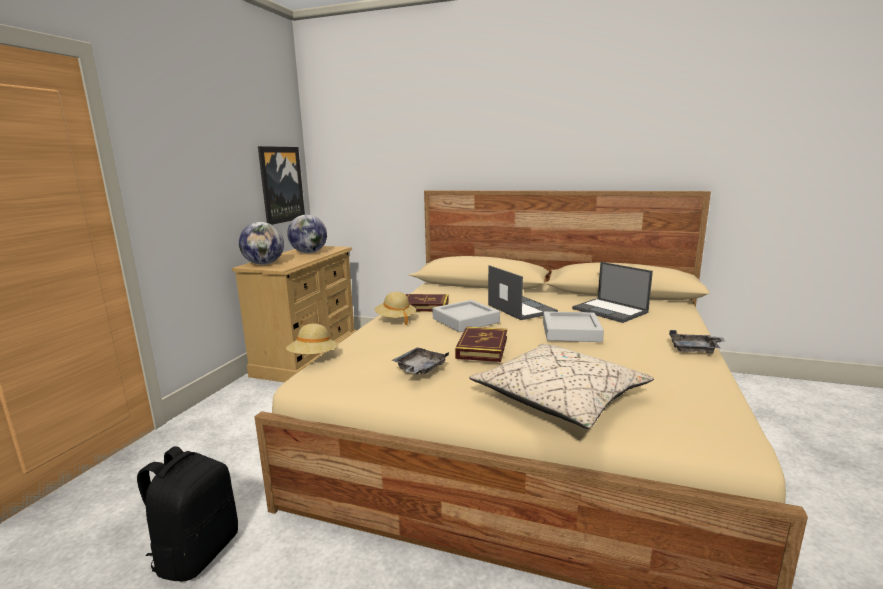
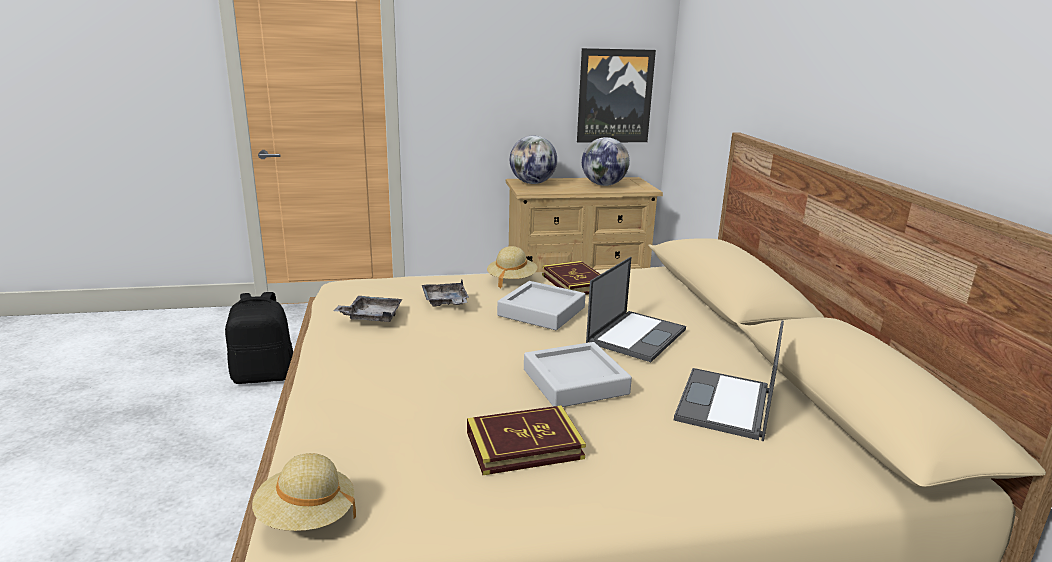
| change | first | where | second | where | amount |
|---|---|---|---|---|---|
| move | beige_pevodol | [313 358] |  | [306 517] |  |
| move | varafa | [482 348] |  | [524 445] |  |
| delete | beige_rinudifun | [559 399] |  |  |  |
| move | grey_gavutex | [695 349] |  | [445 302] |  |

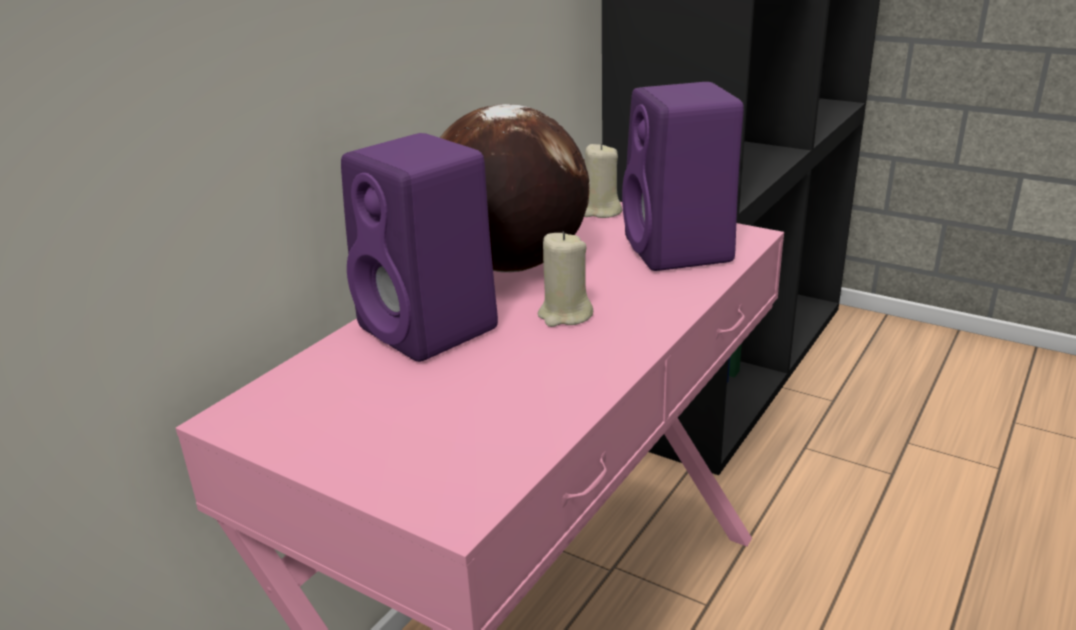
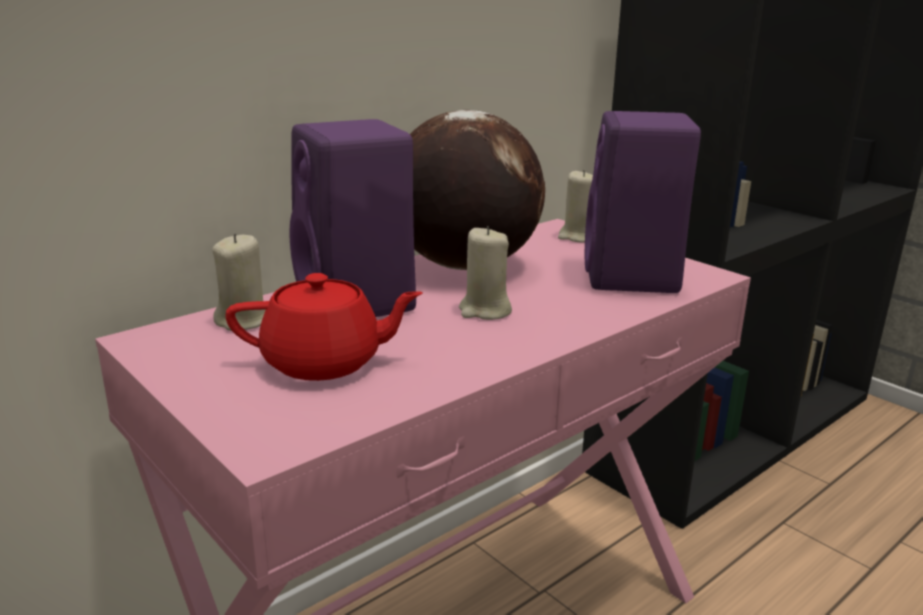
| change | first | where | second | where | amount |
|---|---|---|---|---|---|
| insert |  |  | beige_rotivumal | [244 321] |  |
| insert |  |  | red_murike | [325 362] |  |

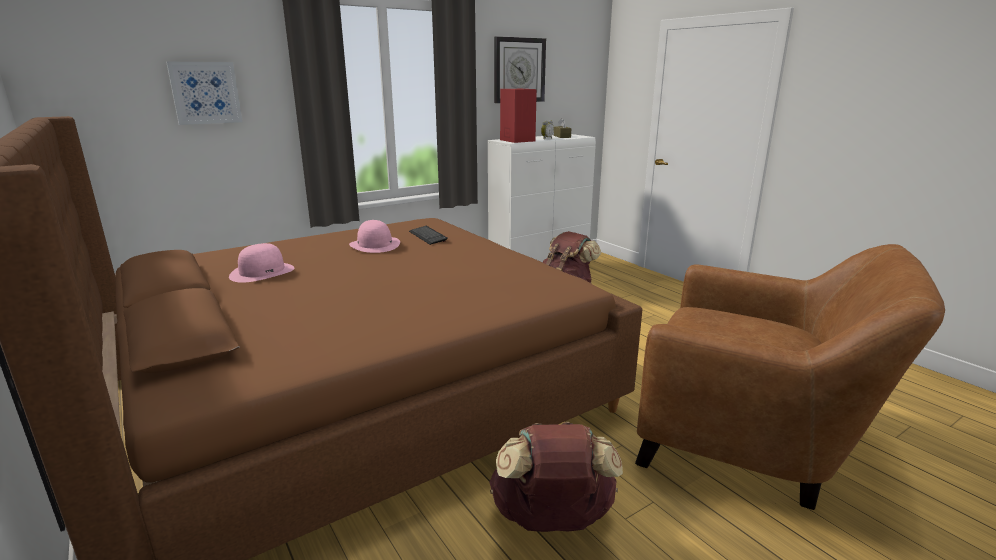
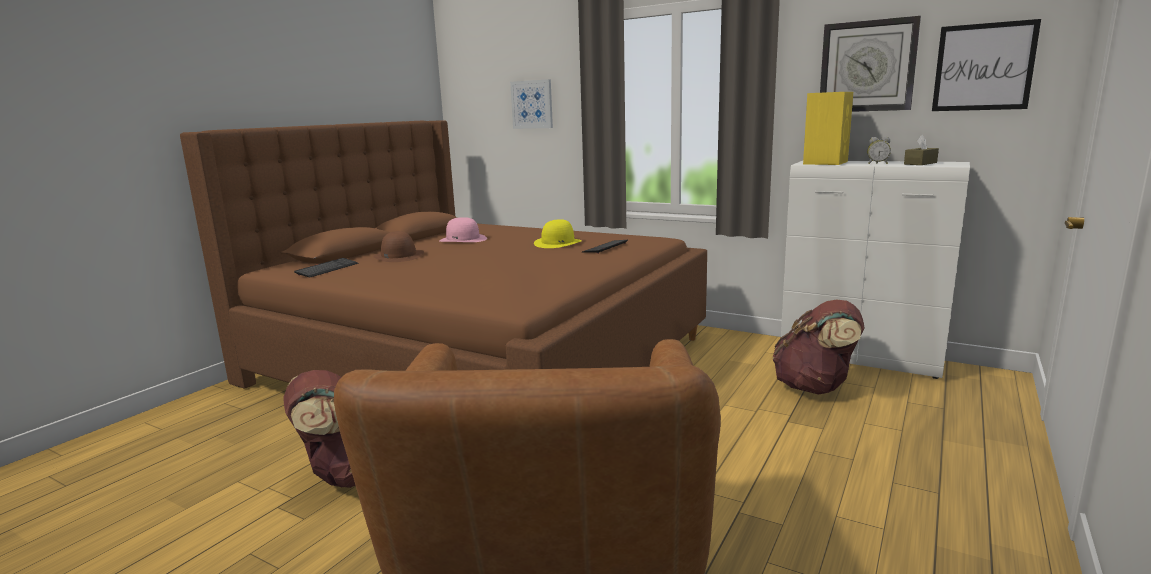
| change | first | where | second | where | amount |
|---|---|---|---|---|---|
| recolor | pink_pevodol | [375 245] | yellow_pevodol | [558 243] |  |
| recolor | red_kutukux | [517 140] | yellow_kutukux | [825 162] |  |
| insert |  |  | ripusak | [327 269] |  |
| insert |  |  | brown_pevodol | [398 256] |  |
| insert |  |  | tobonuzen | [983 67] |  |

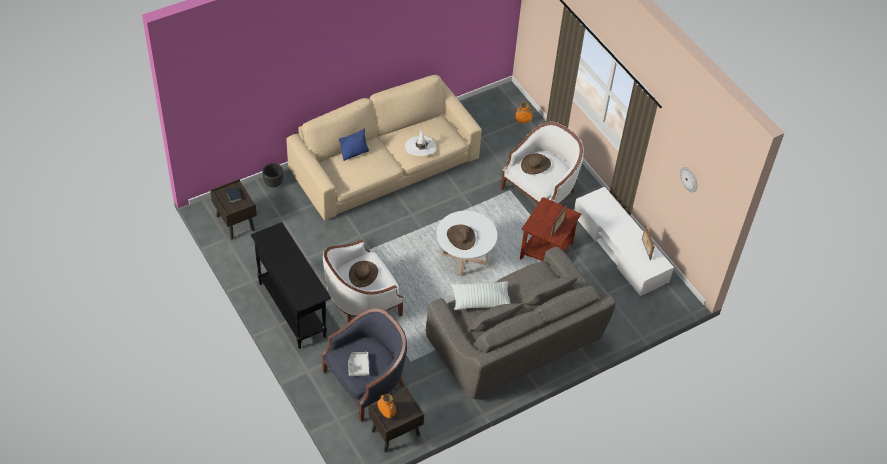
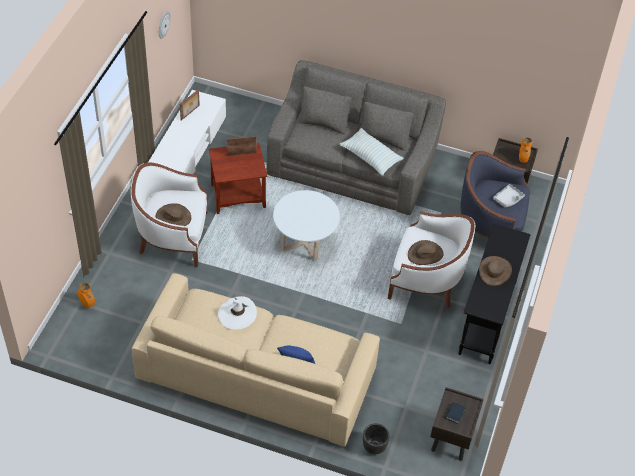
| change | first | where | second | where | amount |
|---|---|---|---|---|---|
| move | brown_pevodol | [460 237] |  | [495 271] |  |

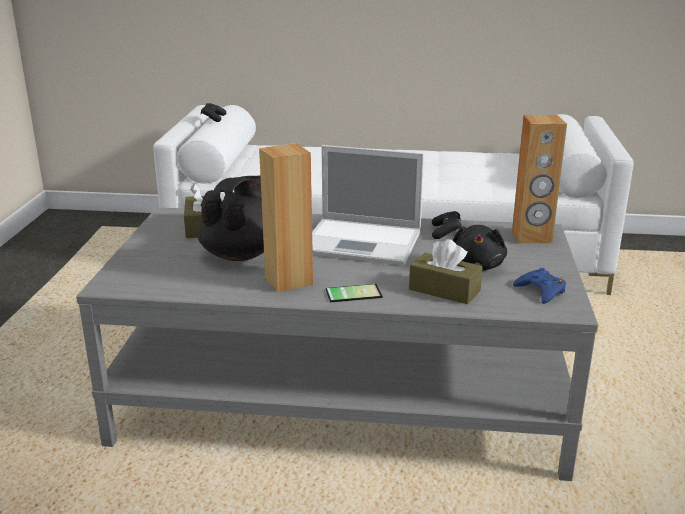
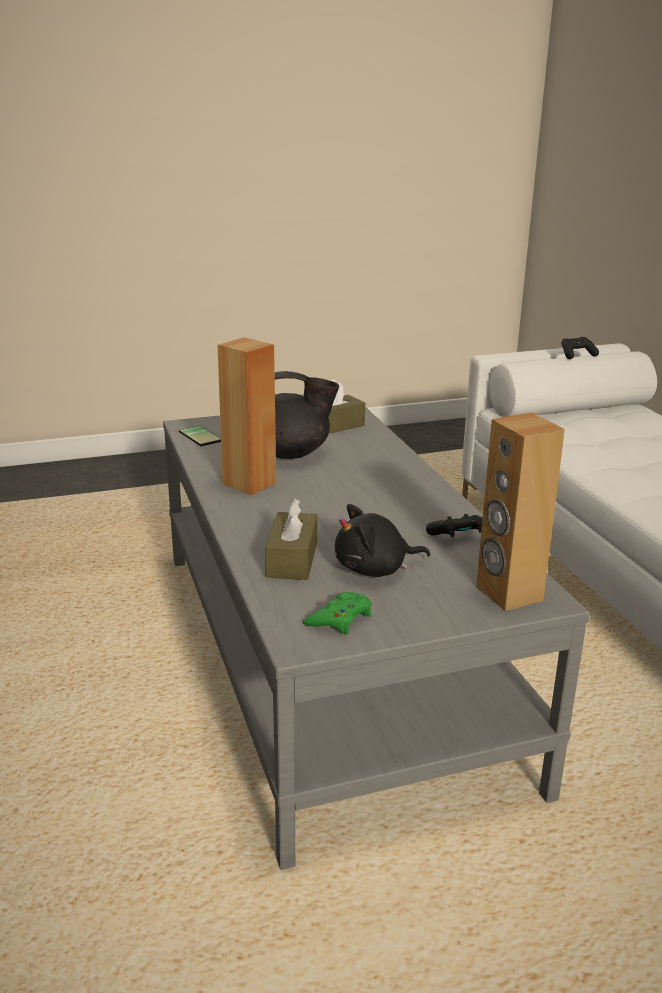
| change | first | where | second | where | amount |
|---|---|---|---|---|---|
| delete | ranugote | [364 242] |  |  |  |
| move | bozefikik | [353 292] |  | [203 436] |  |
| recolor | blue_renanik | [541 291] | green_renanik | [340 618] |  |

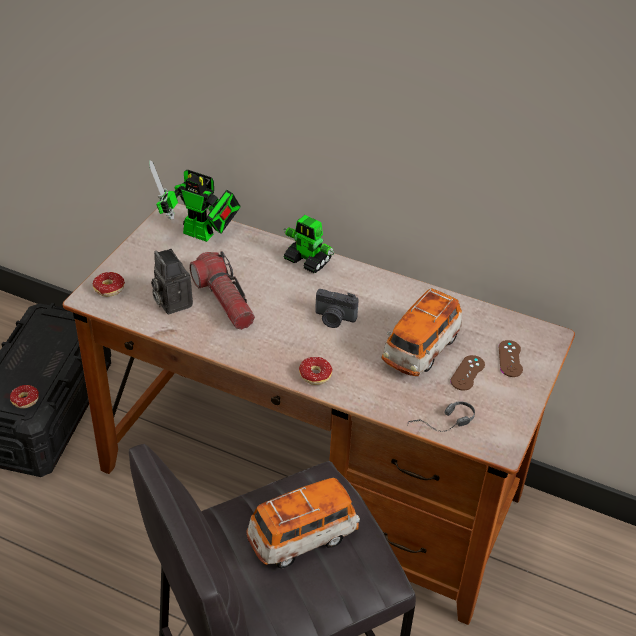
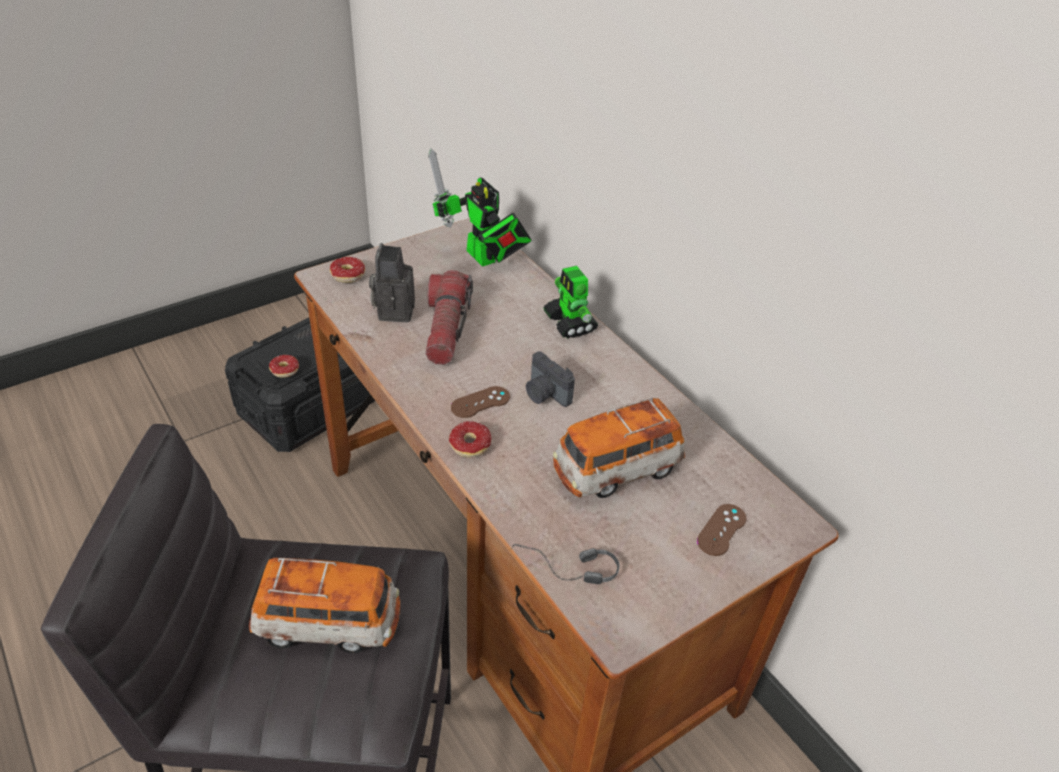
| change | first | where | second | where | amount |
|---|---|---|---|---|---|
| move | brown_renanik | [467 373] |  | [480 402] |  |

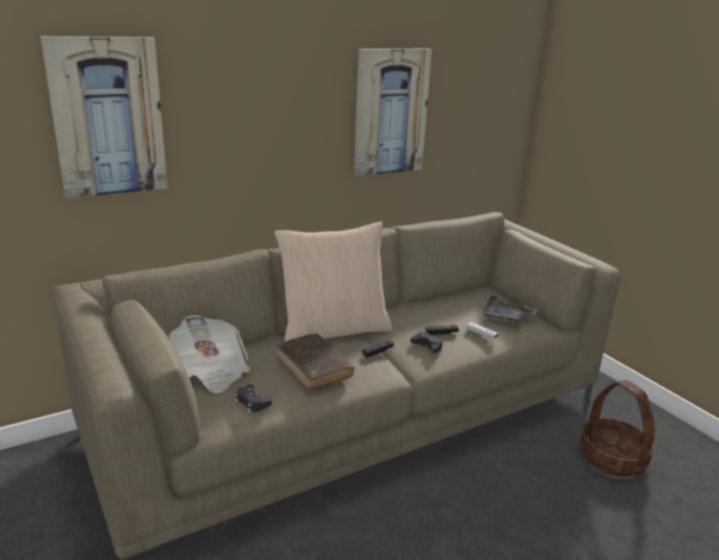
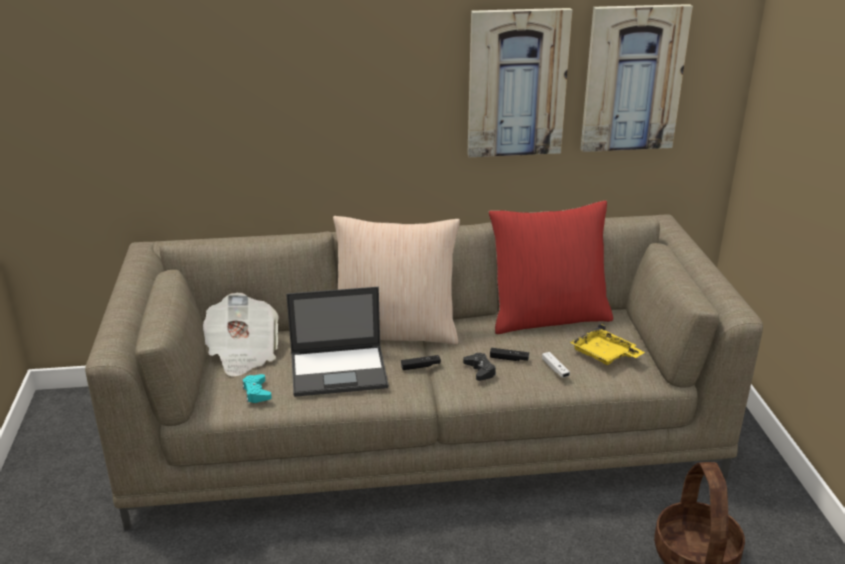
| change | first | where | second | where | amount |
|---|---|---|---|---|---|
| move | tobonuzen | [108 117] |  | [633 79] |  |
| recolor | black_renanik | [252 402] | turquoise_renanik | [256 392] |  |
| replace | brown_varafa | [313 368] | ranugote | [340 370] |  |
| recolor | grey_gavutex | [505 318] | yellow_gavutex | [604 355] |  |
| insert |  |  | red_rinudifun | [548 317] |  |

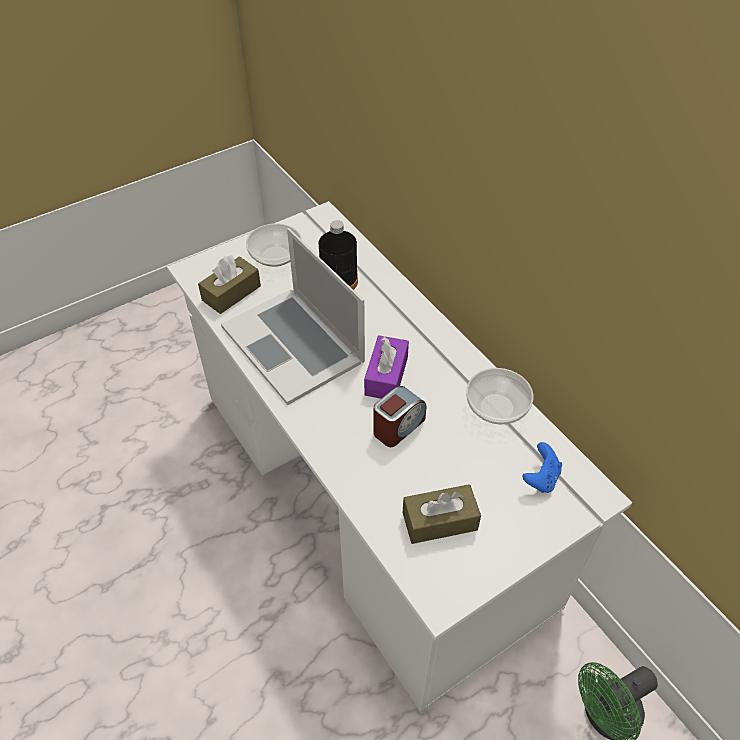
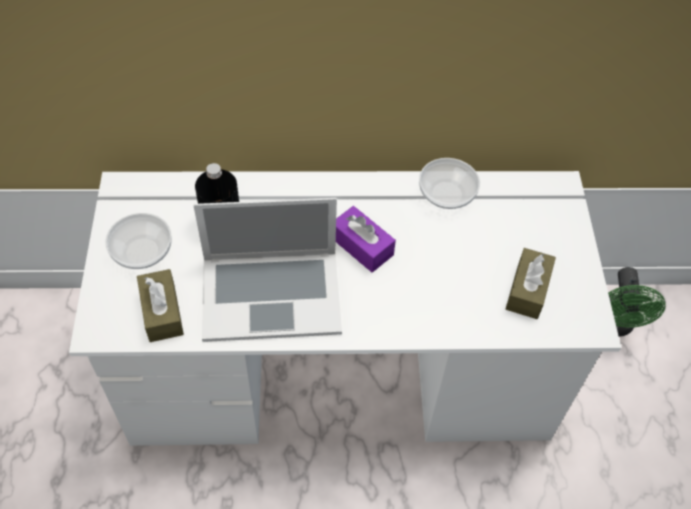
| change | first | where | second | where | amount |
|---|---|---|---|---|---|
| delete | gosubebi | [398 427] |  |  |  |
| delete | blue_renanik | [541 478] |  |  |  |

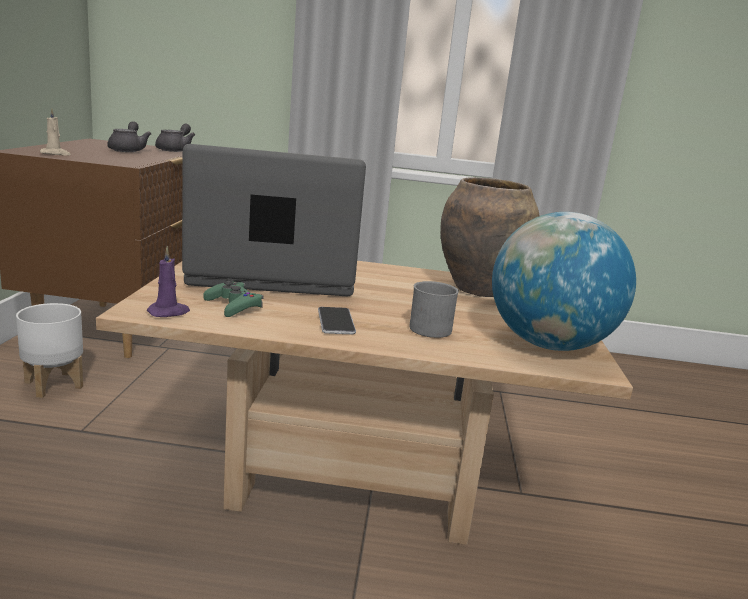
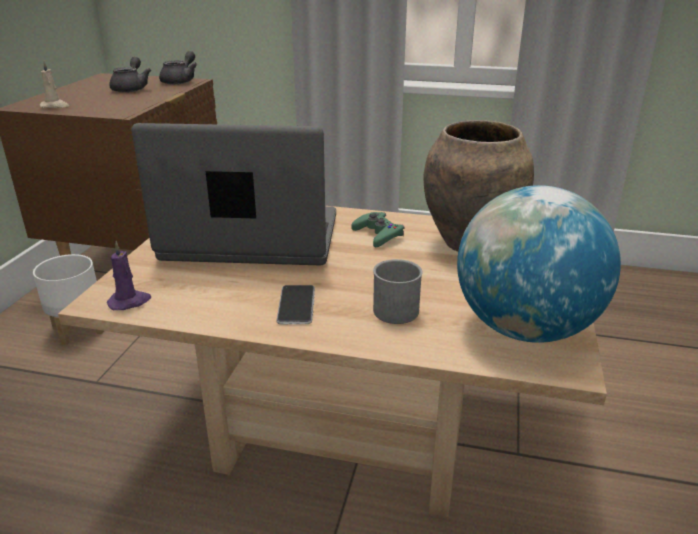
| change | first | where | second | where | amount |
|---|---|---|---|---|---|
| move | green_renanik | [233 305] |  | [378 234] |  |

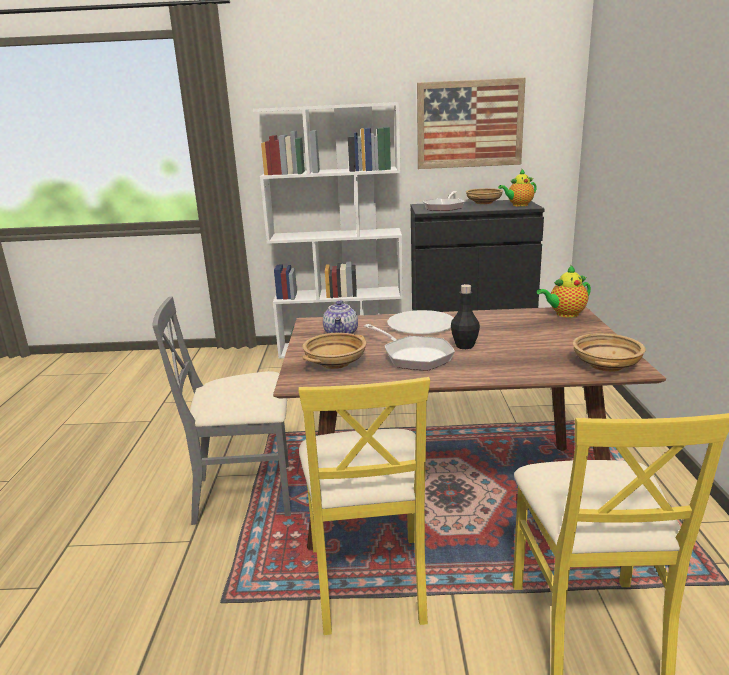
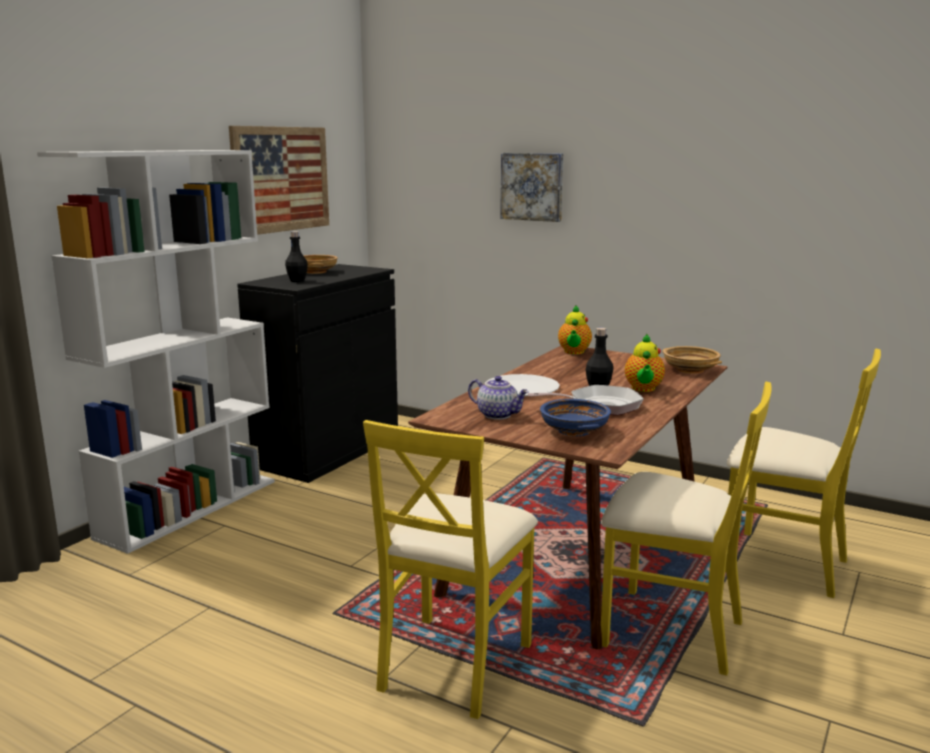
| change | first | where | second | where | amount |
|---|---|---|---|---|---|
| recolor | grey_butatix | [245 494] | yellow_butatix | [453 664] |  |
| recolor | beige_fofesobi | [335 363] | blue_fofesobi | [575 431] |  |
| replace | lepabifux | [444 207] | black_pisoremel | [297 281] |  |
| move | murike | [518 205] |  | [643 389] |  |
| insert |  |  | tobonuzen | [532 186] |  |

